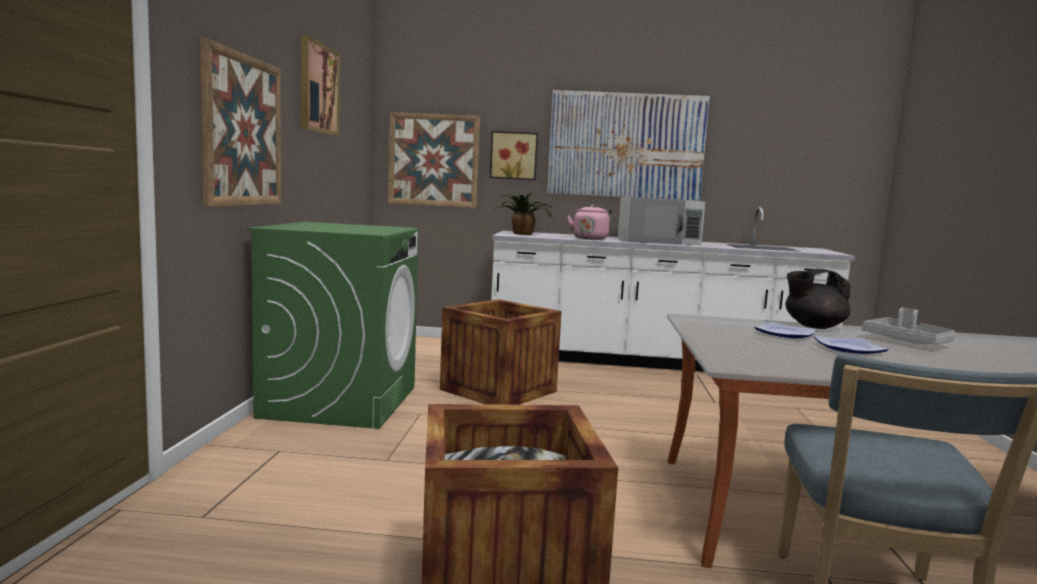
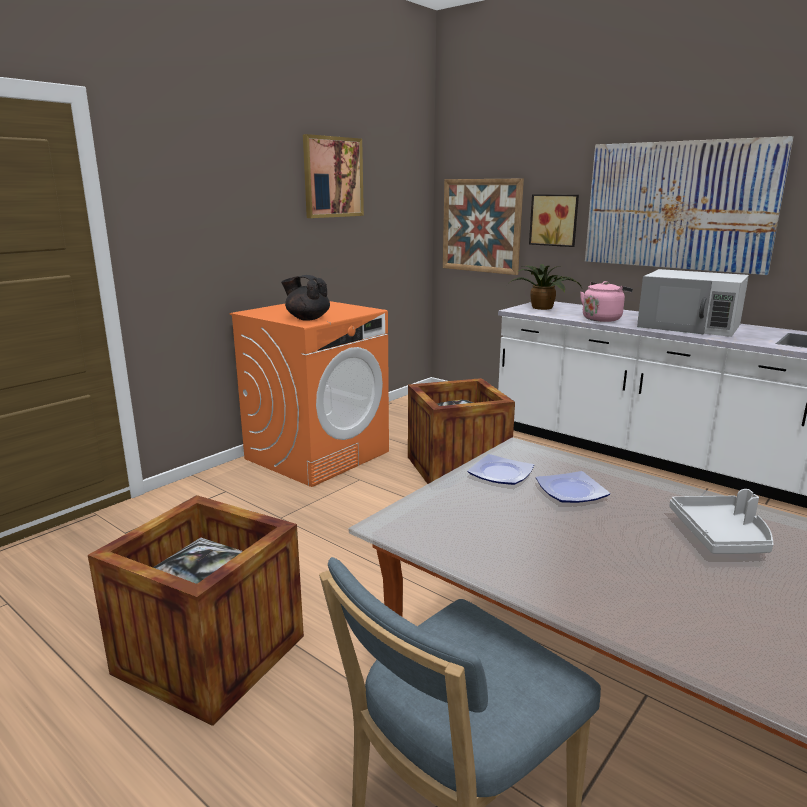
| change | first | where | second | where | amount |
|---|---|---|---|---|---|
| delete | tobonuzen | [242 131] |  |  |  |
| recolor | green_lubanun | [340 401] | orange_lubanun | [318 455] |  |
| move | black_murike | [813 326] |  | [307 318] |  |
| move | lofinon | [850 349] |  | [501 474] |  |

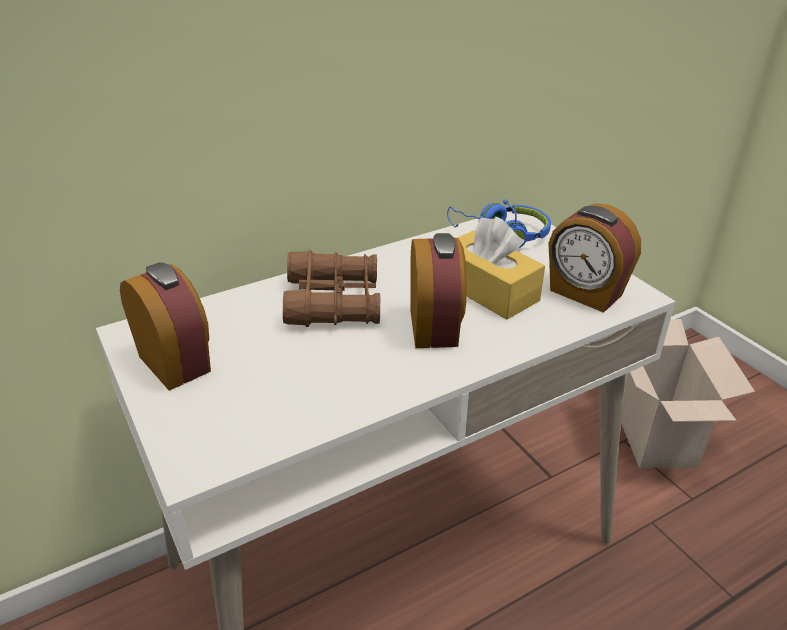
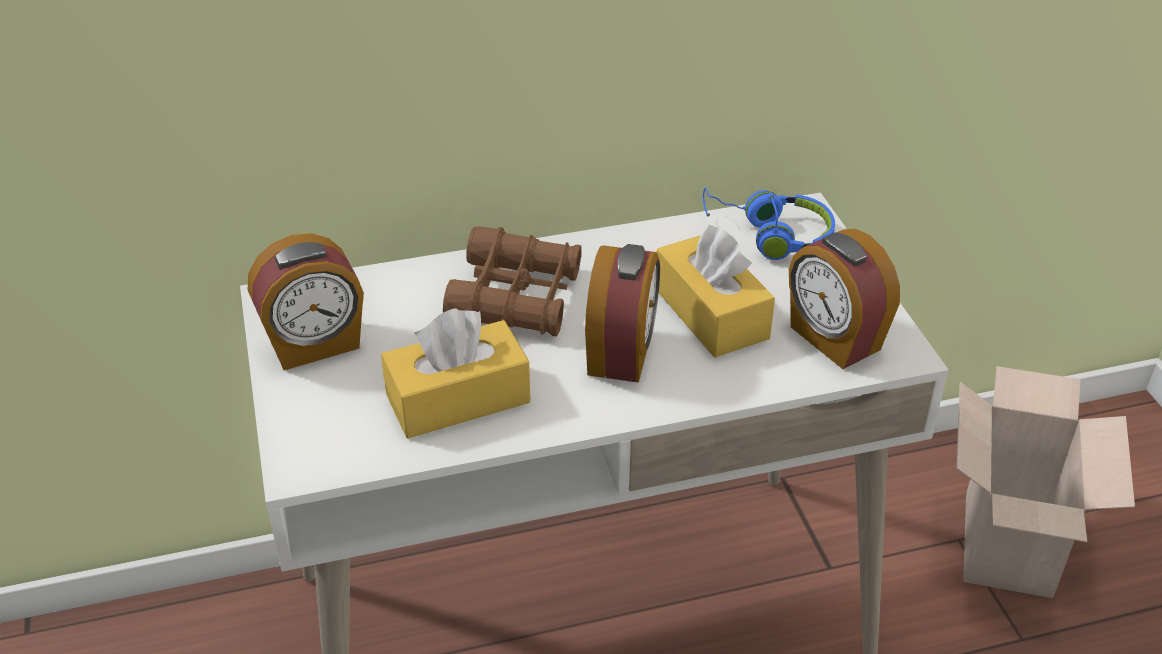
| change | first | where | second | where | amount |
|---|---|---|---|---|---|
| rotate | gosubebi | [176 363] |  | [315 345] | 90 degrees clockwise |
| insert |  |  | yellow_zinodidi | [458 399] |  |

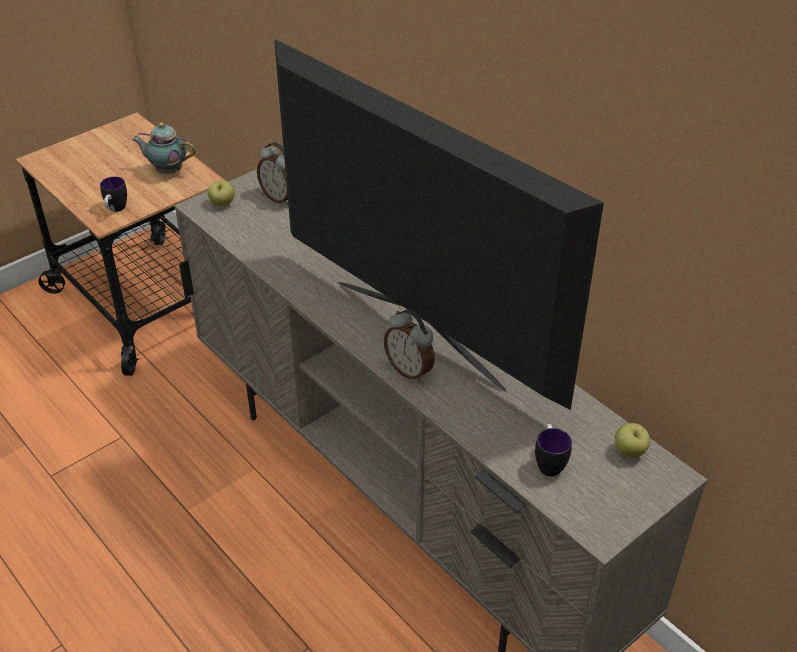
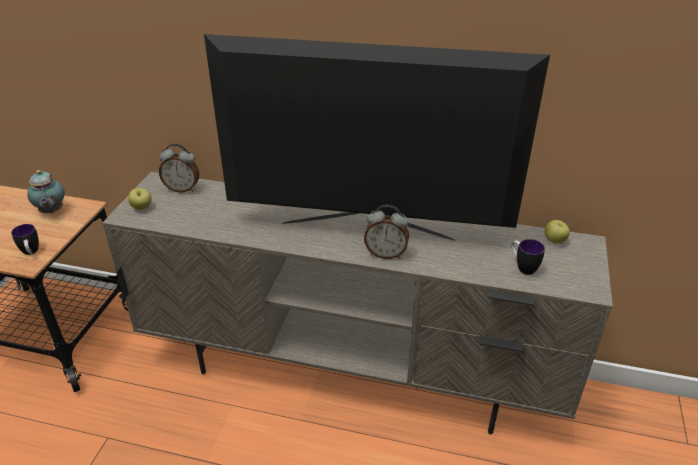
| change | first | where | second | where | amount |
|---|---|---|---|---|---|
| rotate | murike | [167 171] |  | [51 212] | 90 degrees counterclockwise |

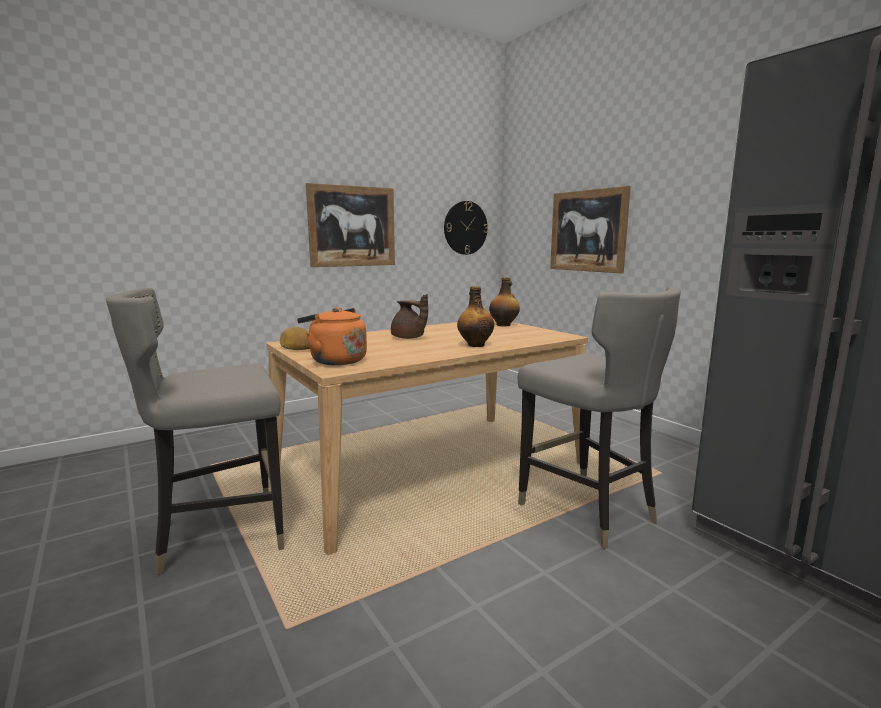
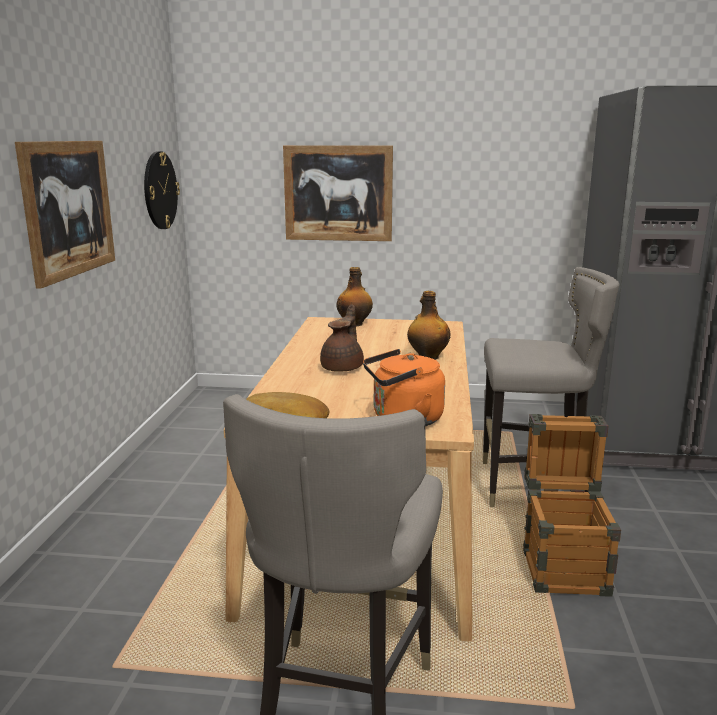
| change | first | where | second | where | amount |
|---|---|---|---|---|---|
| rotate | brown_murike | [409 338] |  | [343 367] | 60 degrees counterclockwise |
| insert |  |  | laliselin | [563 565] |  |

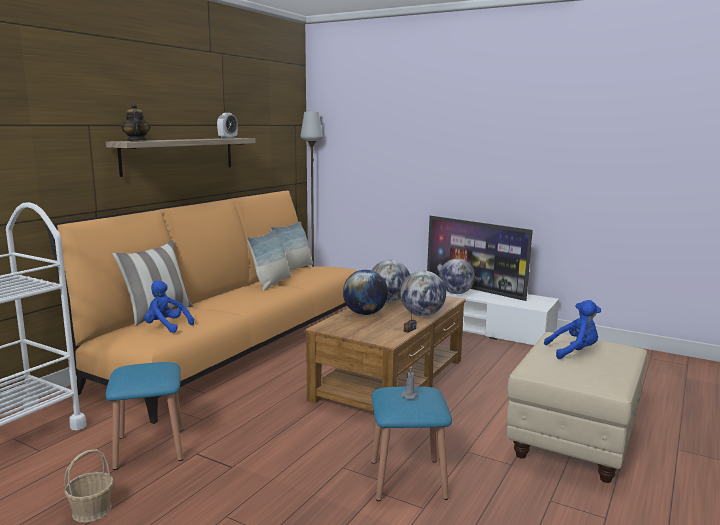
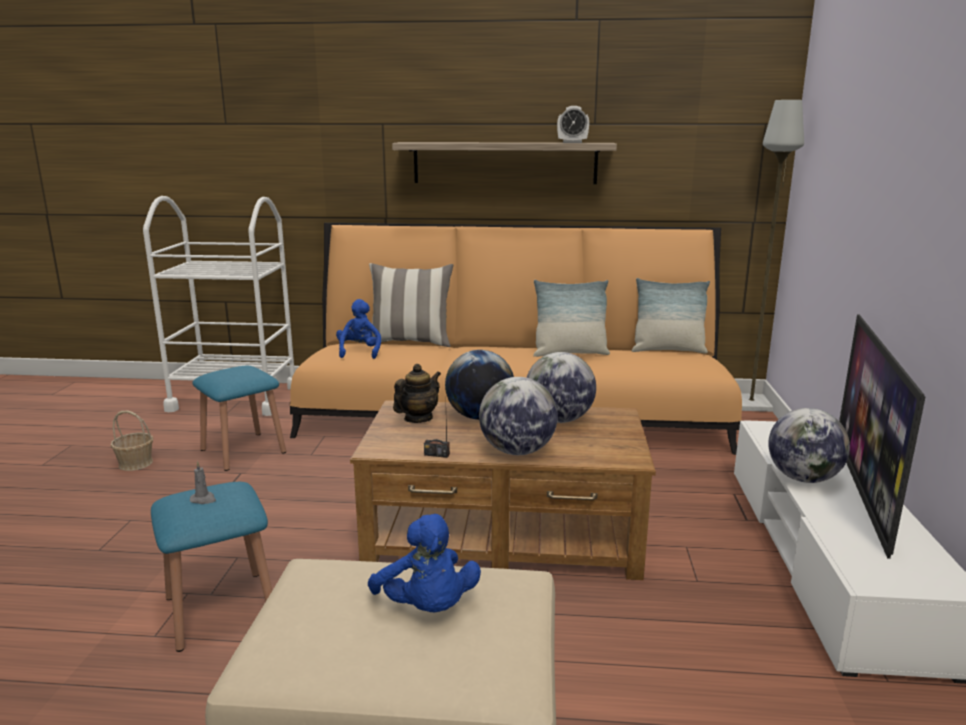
| change | first | where | second | where | amount |
|---|---|---|---|---|---|
| move | murike | [136 141] |  | [418 418] |  |

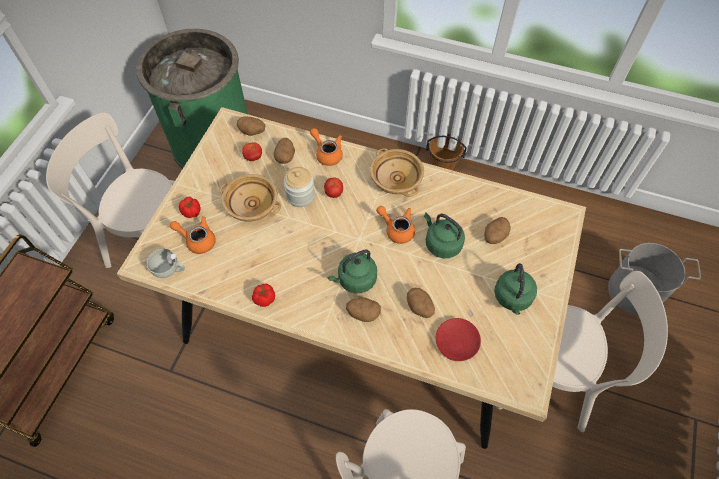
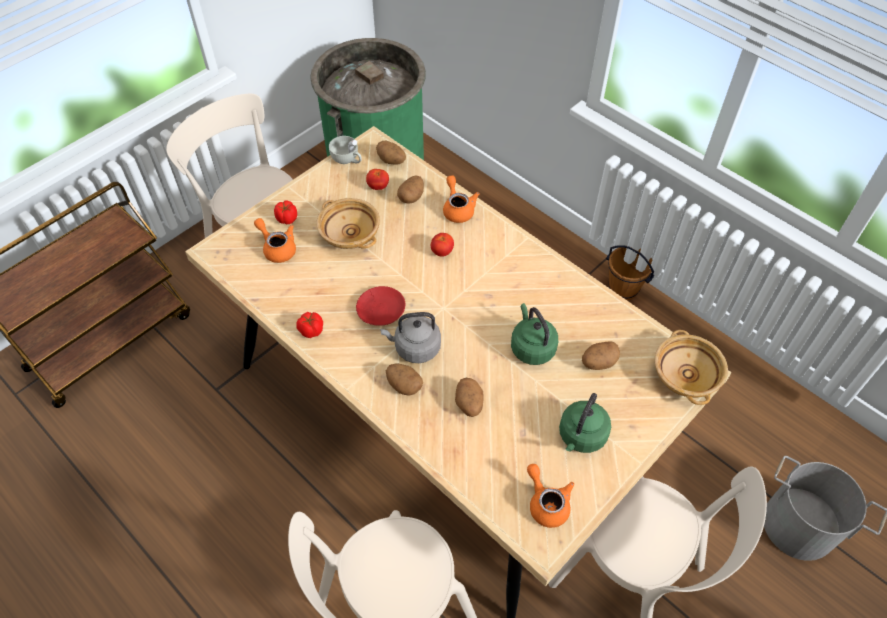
| change | first | where | second | where | amount |
|---|---|---|---|---|---|
| move | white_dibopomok | [169 270] |  | [347 159] |  |
| delete | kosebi | [300 196] |  |  |  |
| recolor | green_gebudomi | [355 280] | grey_gebudomi | [415 348] |  |
| move | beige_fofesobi | [395 180] |  | [684 375] |  |
| move | orange_murike | [397 229] |  | [546 503] |  |
| move | red_lofinon | [456 342] |  | [380 310] |  |

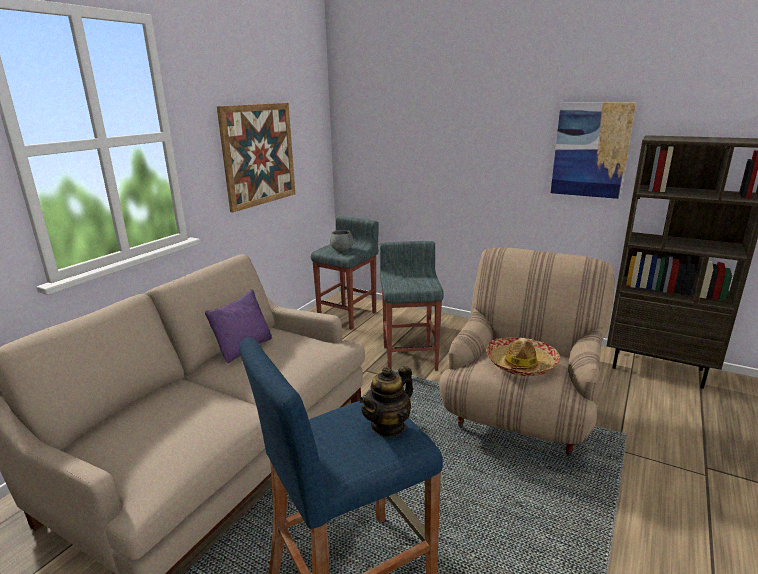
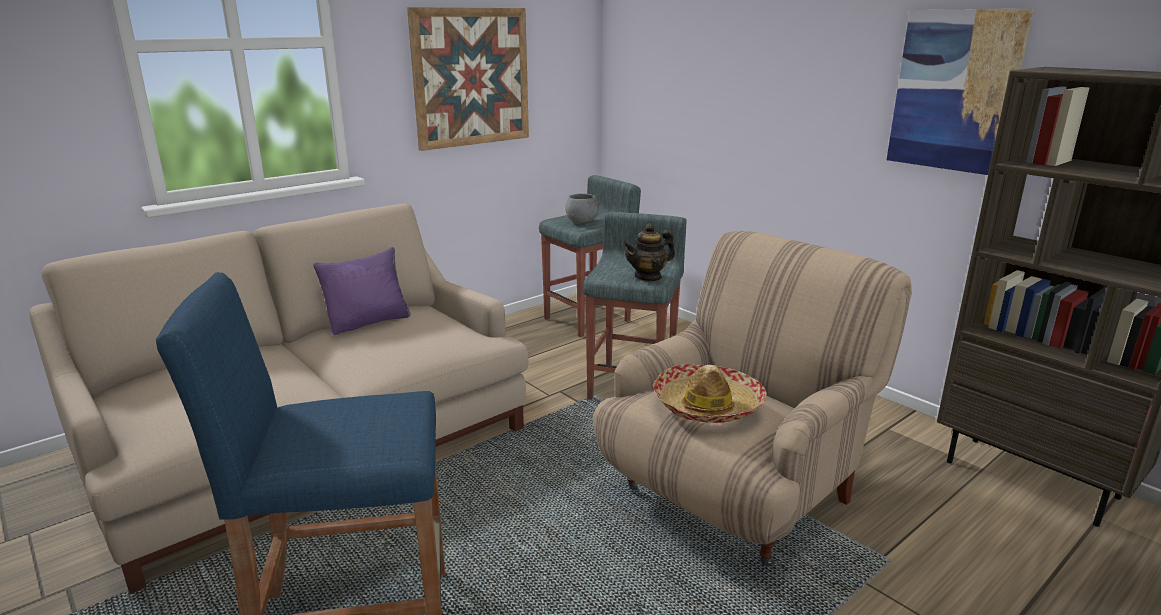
| change | first | where | second | where | amount |
|---|---|---|---|---|---|
| move | murike | [388 426] |  | [648 277] |  |

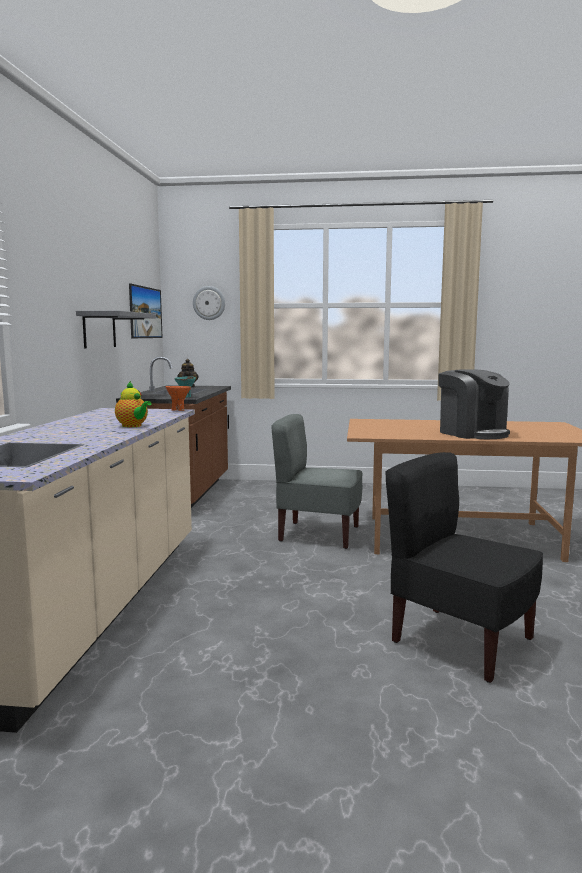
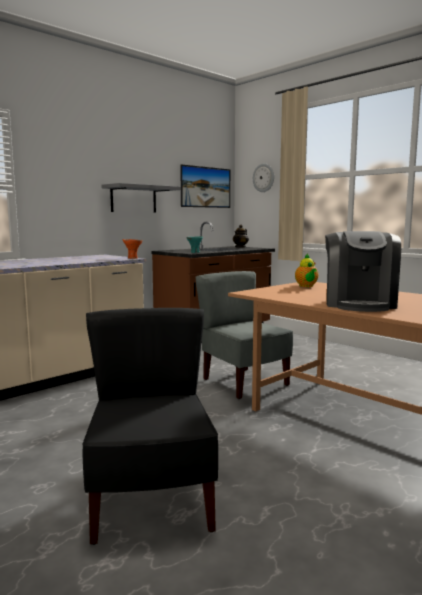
| change | first | where | second | where | amount |
|---|---|---|---|---|---|
| move | murike | [133 426] |  | [306 286] |  |

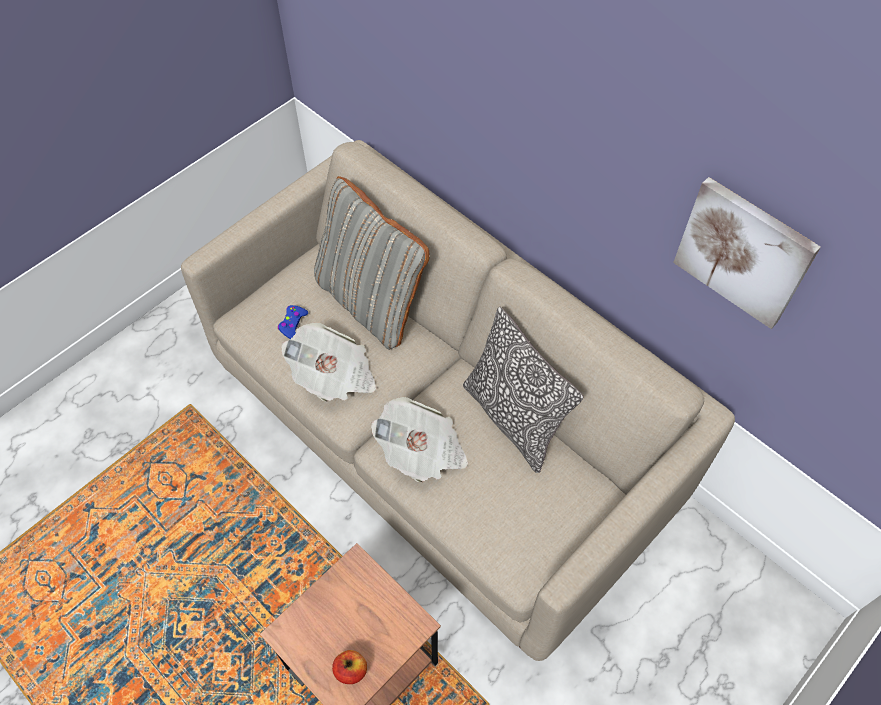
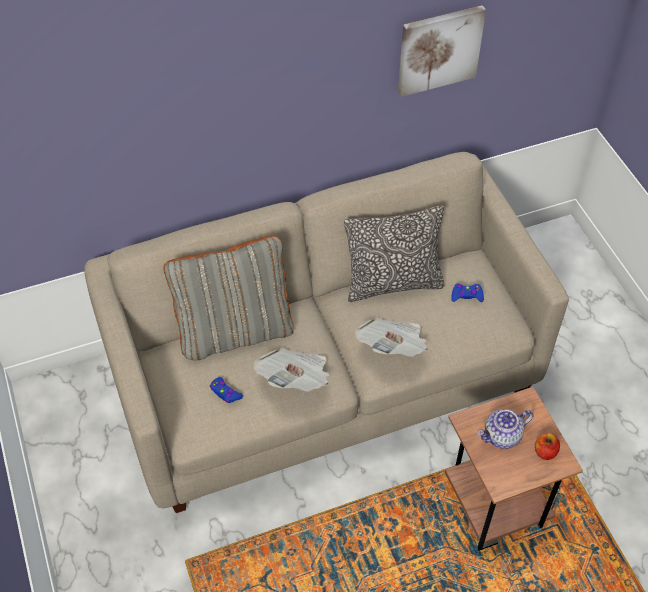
| change | first | where | second | where | amount |
|---|---|---|---|---|---|
| insert |  |  | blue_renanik | [466 295] |  |
| insert |  |  | murike | [502 436] |  |

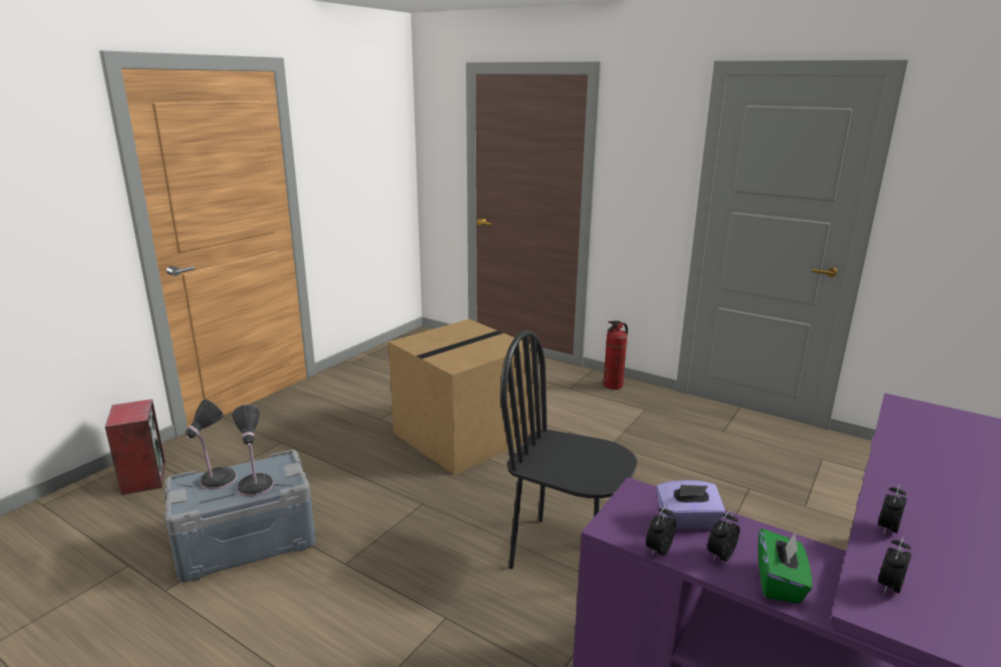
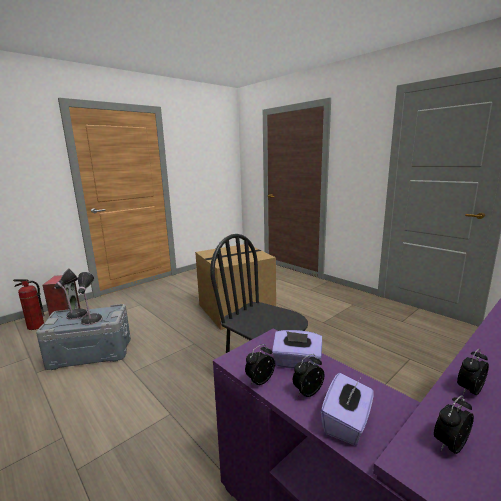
| change | first | where | second | where | amount |
|---|---|---|---|---|---|
| move | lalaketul | [613 385] |  | [35 326] |  |
| recolor | green_zinodidi | [779 582] | purple_zinodidi | [347 423] |  |

